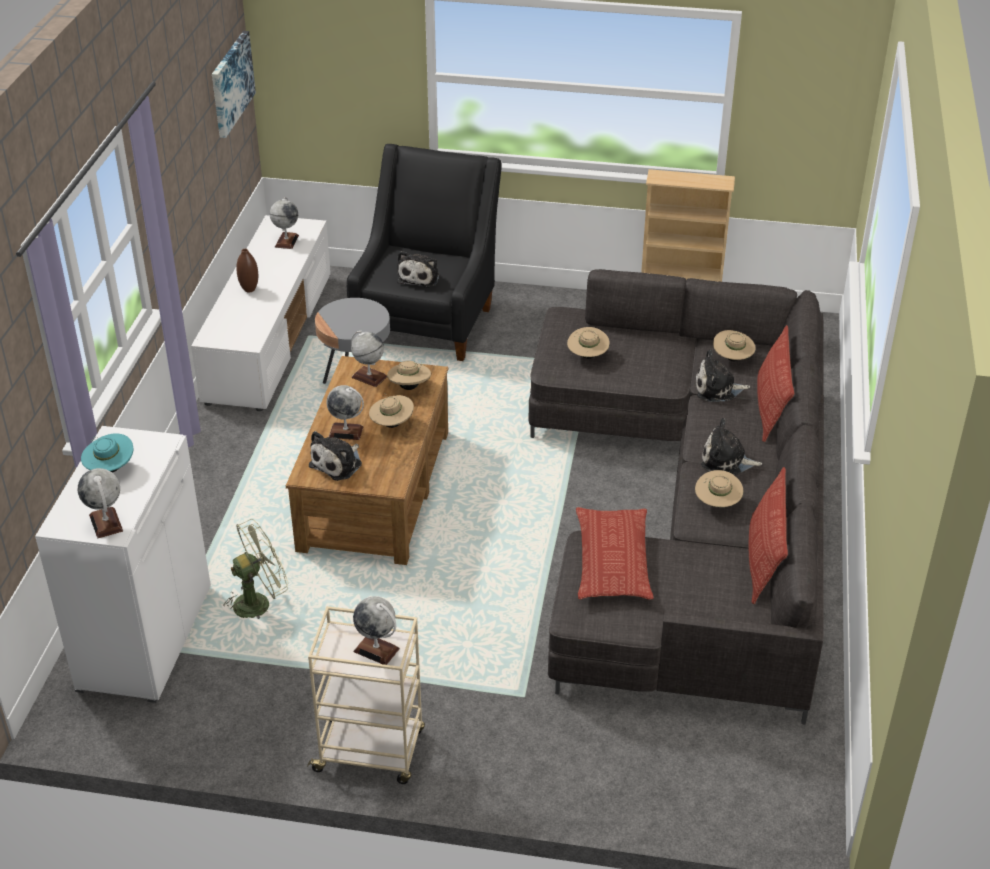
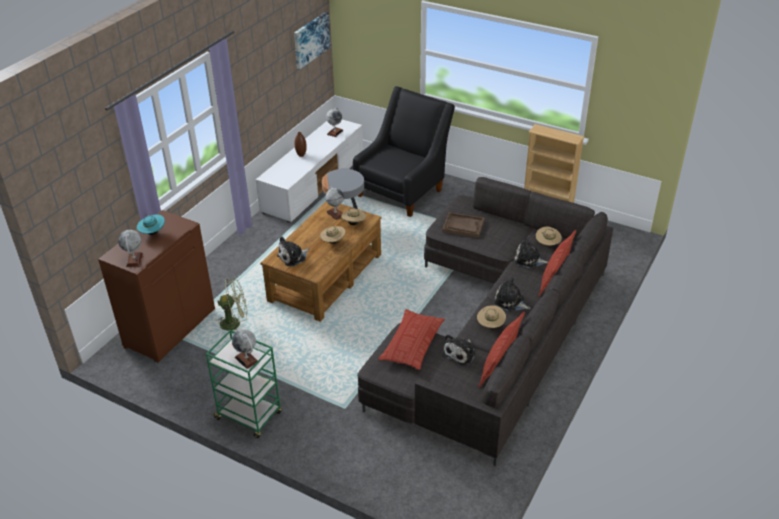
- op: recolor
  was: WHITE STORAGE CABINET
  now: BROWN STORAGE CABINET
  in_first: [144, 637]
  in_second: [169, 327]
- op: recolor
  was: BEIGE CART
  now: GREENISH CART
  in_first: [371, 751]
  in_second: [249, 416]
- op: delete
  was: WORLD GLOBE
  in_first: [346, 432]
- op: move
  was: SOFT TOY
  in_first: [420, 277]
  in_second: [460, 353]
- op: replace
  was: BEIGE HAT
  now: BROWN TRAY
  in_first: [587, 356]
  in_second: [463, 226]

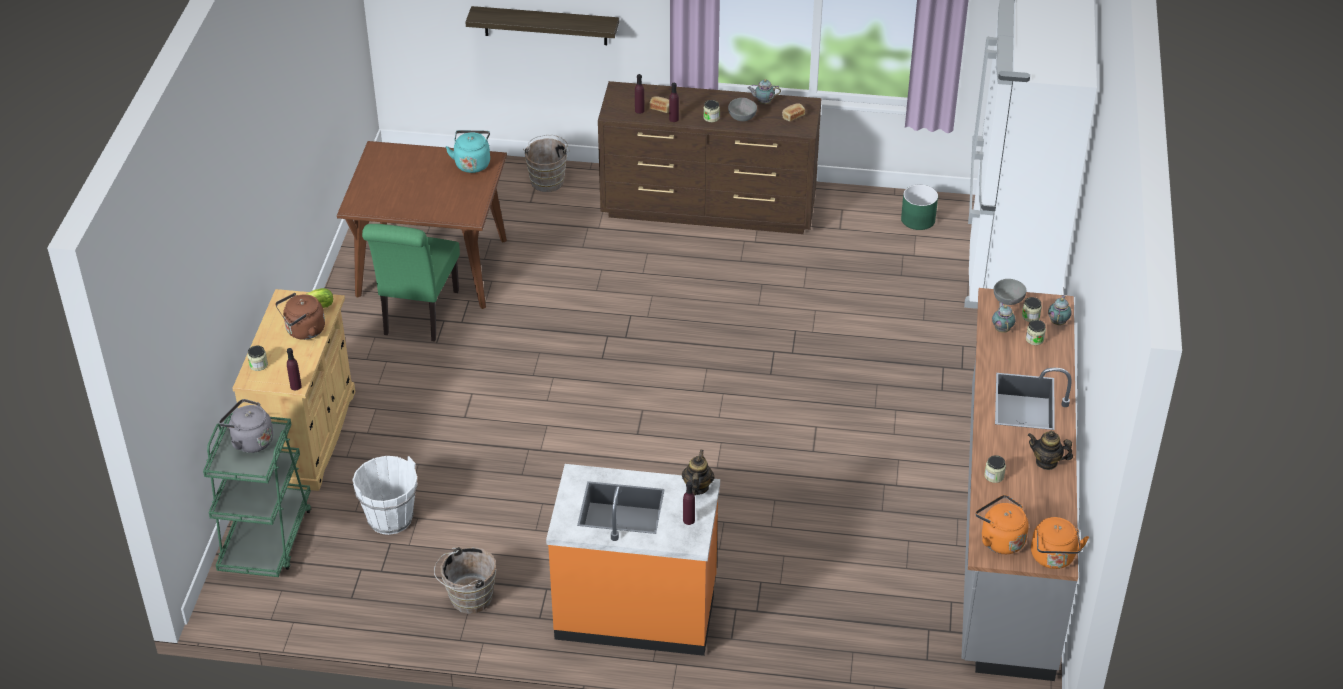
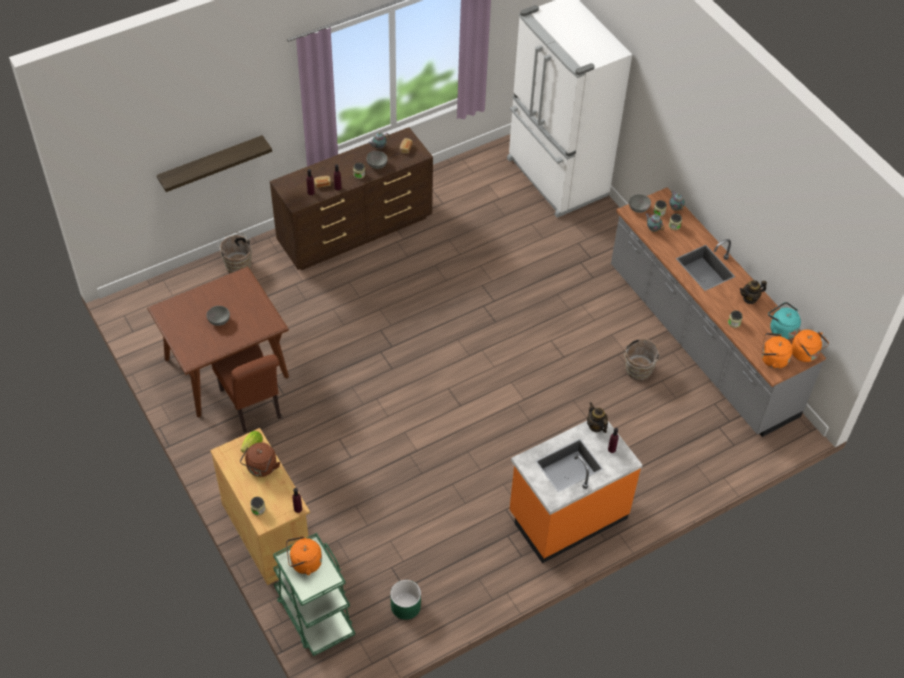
- op: recolor
  was: GREY TEA KETTLE
  now: ORANGE TEA KETTLE
  in_first: [250, 441]
  in_second: [304, 563]
- op: delete
  was: WHITE PAIL
  in_first: [390, 518]
- op: recolor
  was: GREENISH UPRIGHT CHAIR
  now: BROWN UPRIGHT CHAIR
  in_first: [418, 316]
  in_second: [252, 407]
- op: move
  was: BROWN PAIL
  in_first: [467, 599]
  in_second: [637, 371]
- op: move
  was: BLUE-GREEN TEA KETTLE
  in_first: [472, 163]
  in_second: [781, 329]
- op: move
  was: GREENISH PLANT POT
  in_first: [918, 220]
  in_second: [406, 606]
- op: insert
  now: GREY DEEP DISH
  in_second: [218, 320]

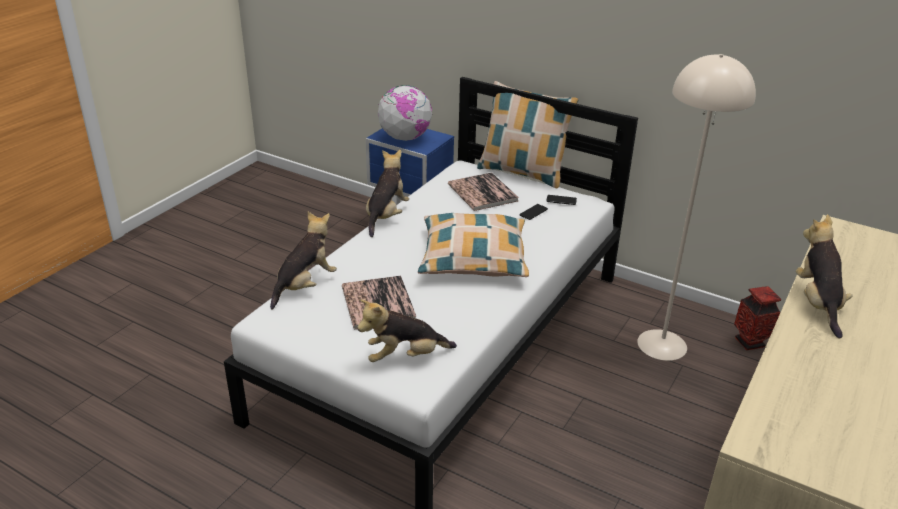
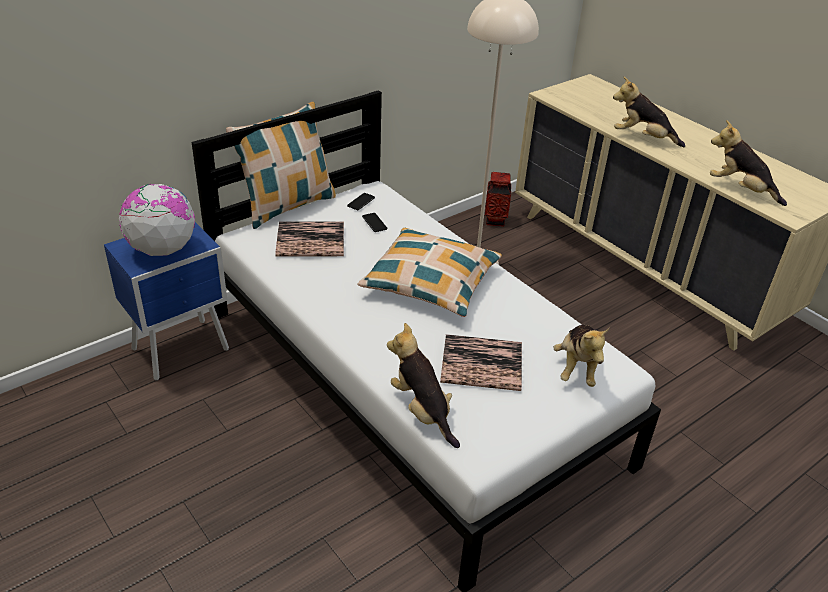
- op: move
  was: SOFT TOY
  in_first: [386, 216]
  in_second: [740, 190]

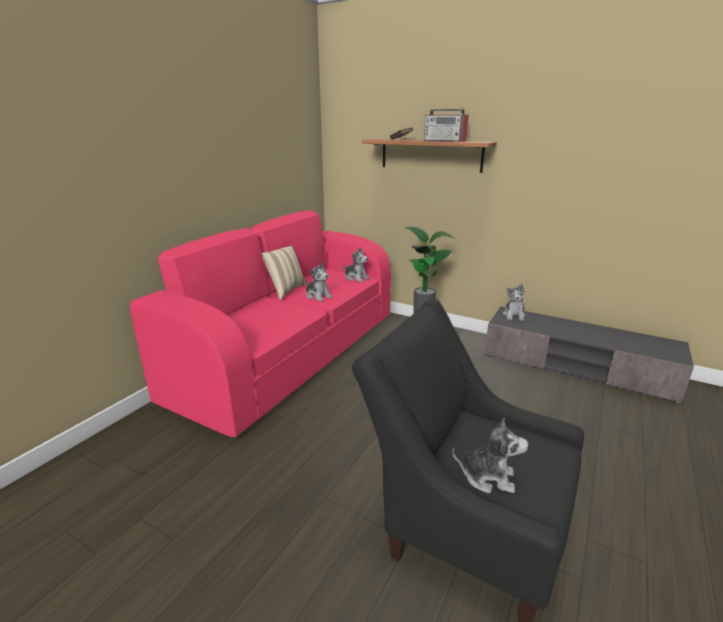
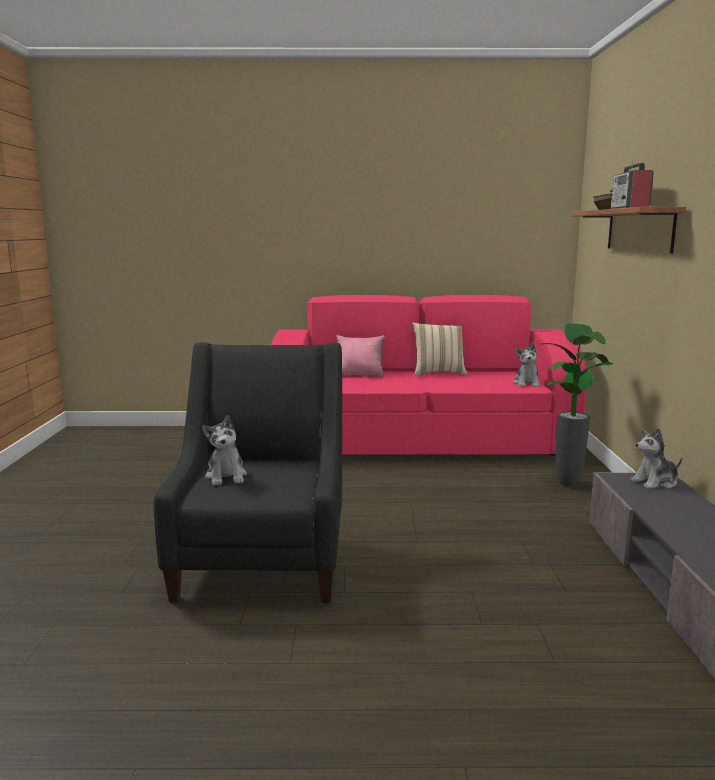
- op: delete
  was: SOFT TOY
  in_first: [318, 296]
- op: insert
  now: PINK THROW PILLOW
  in_second: [360, 375]

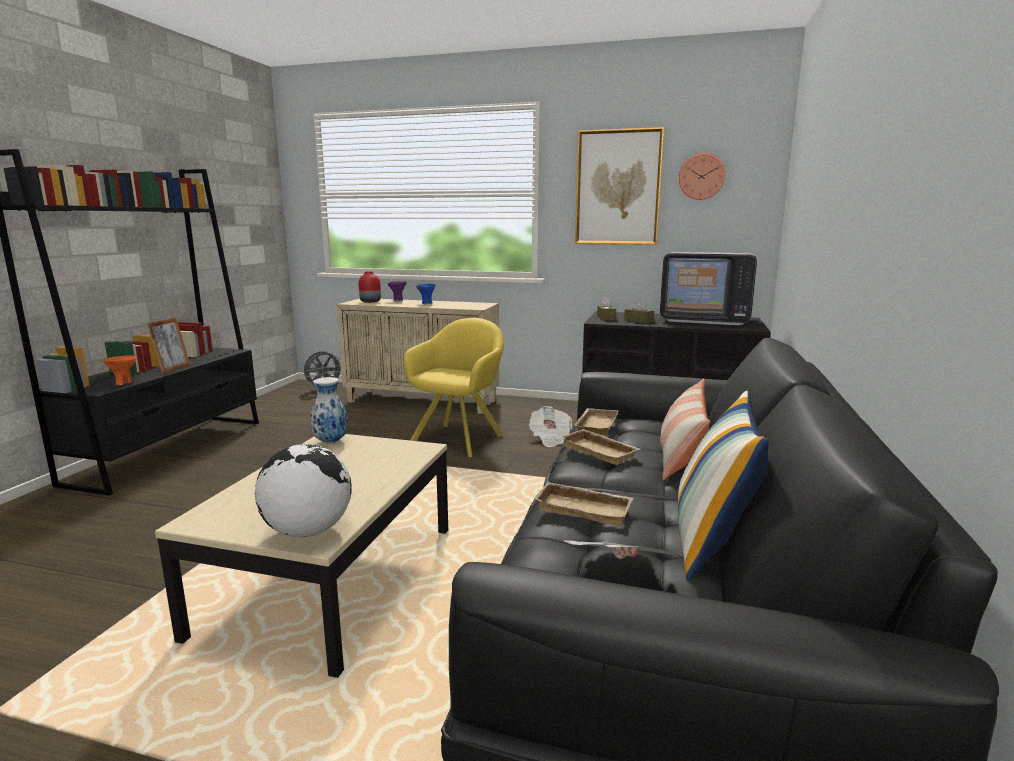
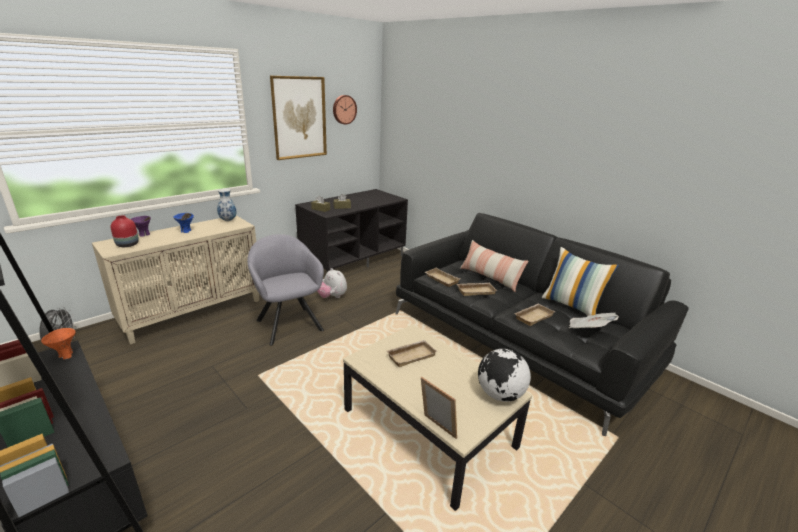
- op: move
  was: ORANGE DEEP DISH
  in_first: [123, 383]
  in_second: [66, 355]
- op: move
  was: PICTURE FRAME
  in_first: [172, 368]
  in_second: [436, 429]
- op: move
  was: DECORATIVE VASE
  in_first: [330, 442]
  in_second: [228, 220]
- op: recolor
  was: YELLOWISH LOUNGE CHAIR
  now: GREY LOUNGE CHAIR
  in_first: [460, 438]
  in_second: [288, 323]
- op: replace
  was: DAILY PAPER
  now: SOFT TOY
  in_first: [550, 438]
  in_second: [332, 297]
- op: delete
  was: TELEVISION
  in_first: [705, 320]
- op: insert
  now: BEIGE TRAY
  in_second: [411, 355]

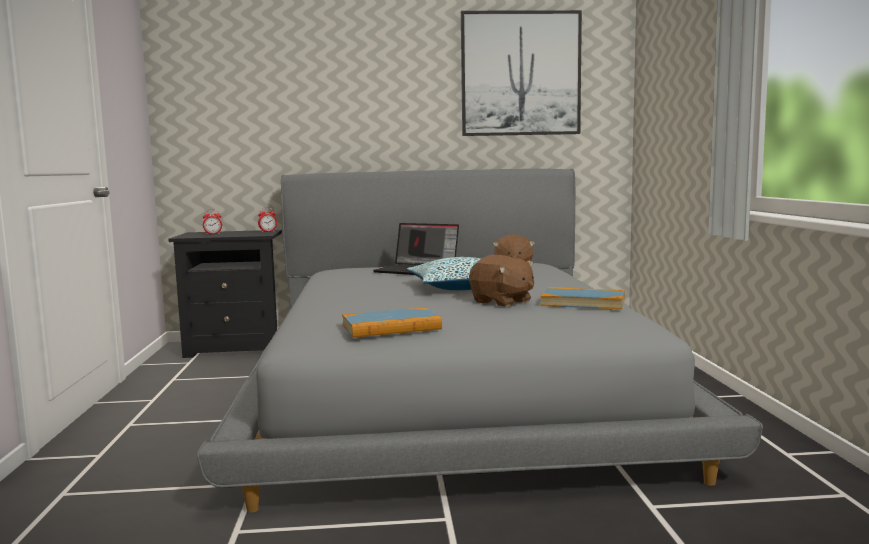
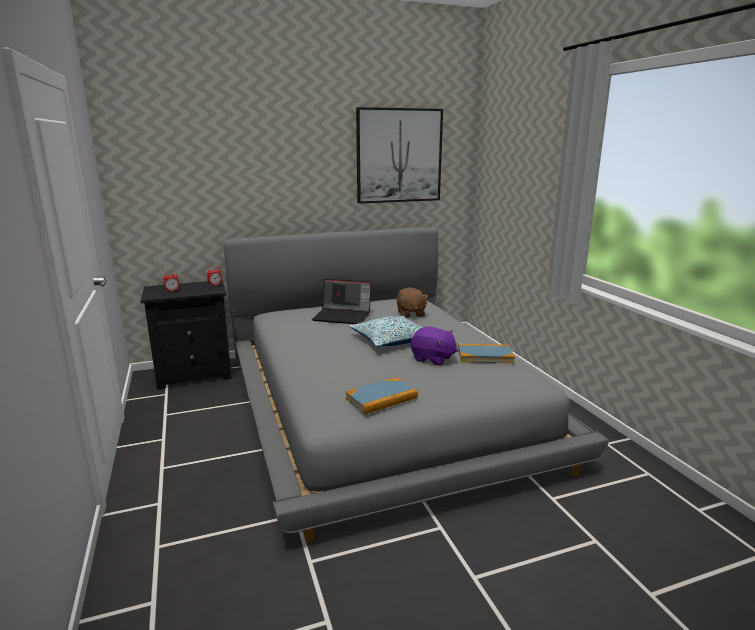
- op: recolor
  was: BROWN SOFT TOY
  now: PURPLE-COLOURED SOFT TOY
  in_first: [502, 302]
  in_second: [433, 359]

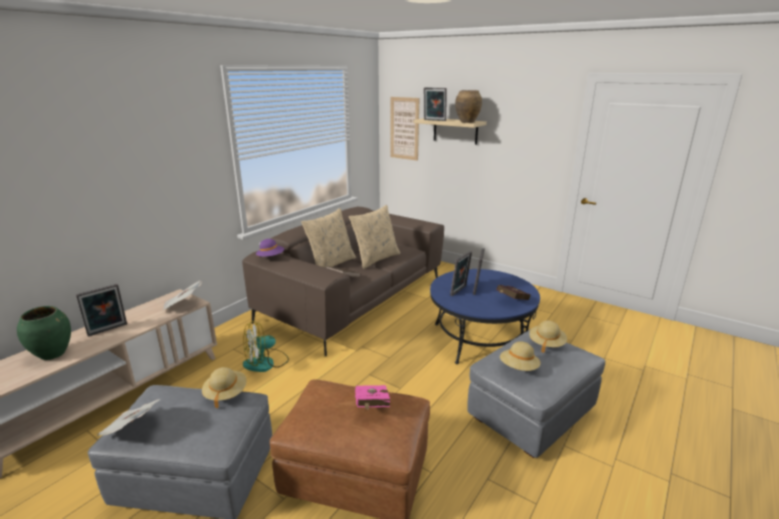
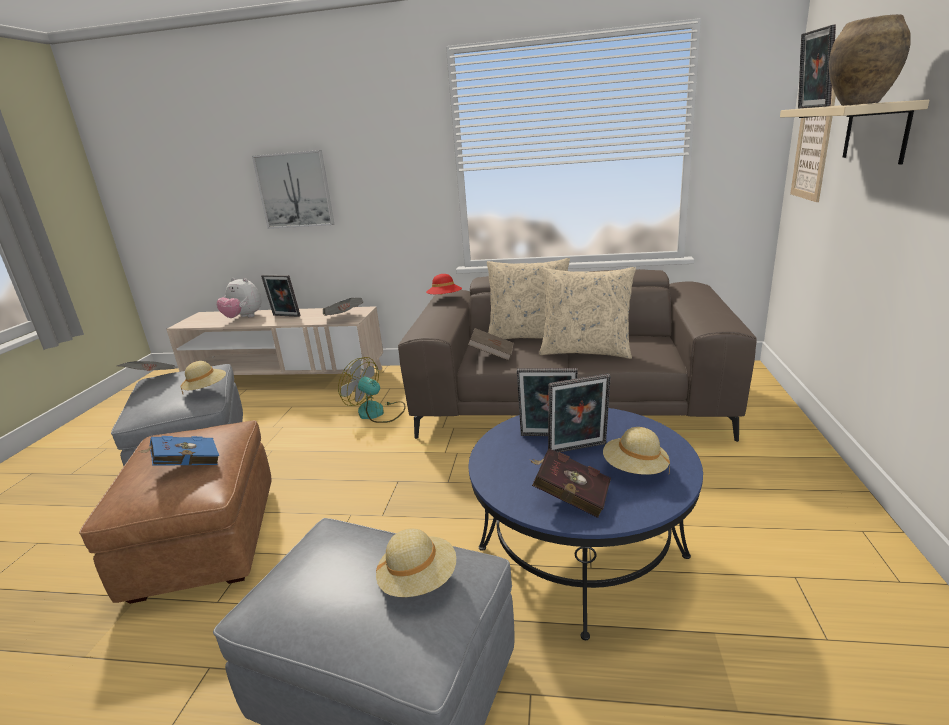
- op: replace
  was: GREENISH DECORATIVE VASE
  now: SOFT TOY
  in_first: [53, 354]
  in_second: [243, 318]
- op: recolor
  was: PURPLE-COLOURED HAT
  now: RED HAT
  in_first: [271, 257]
  in_second: [445, 299]
- op: recolor
  was: PINK VOLUME
  now: BLUISH VOLUME
  in_first: [371, 408]
  in_second: [185, 465]
- op: move
  was: BEIGE HAT
  in_first: [519, 368]
  in_second: [635, 469]
- op: insert
  now: WALL PICTURE
  in_second: [295, 190]

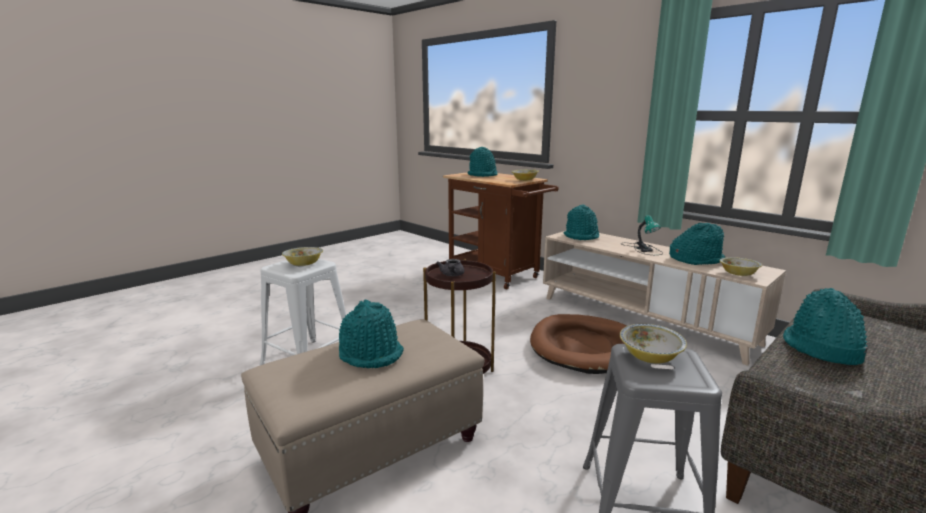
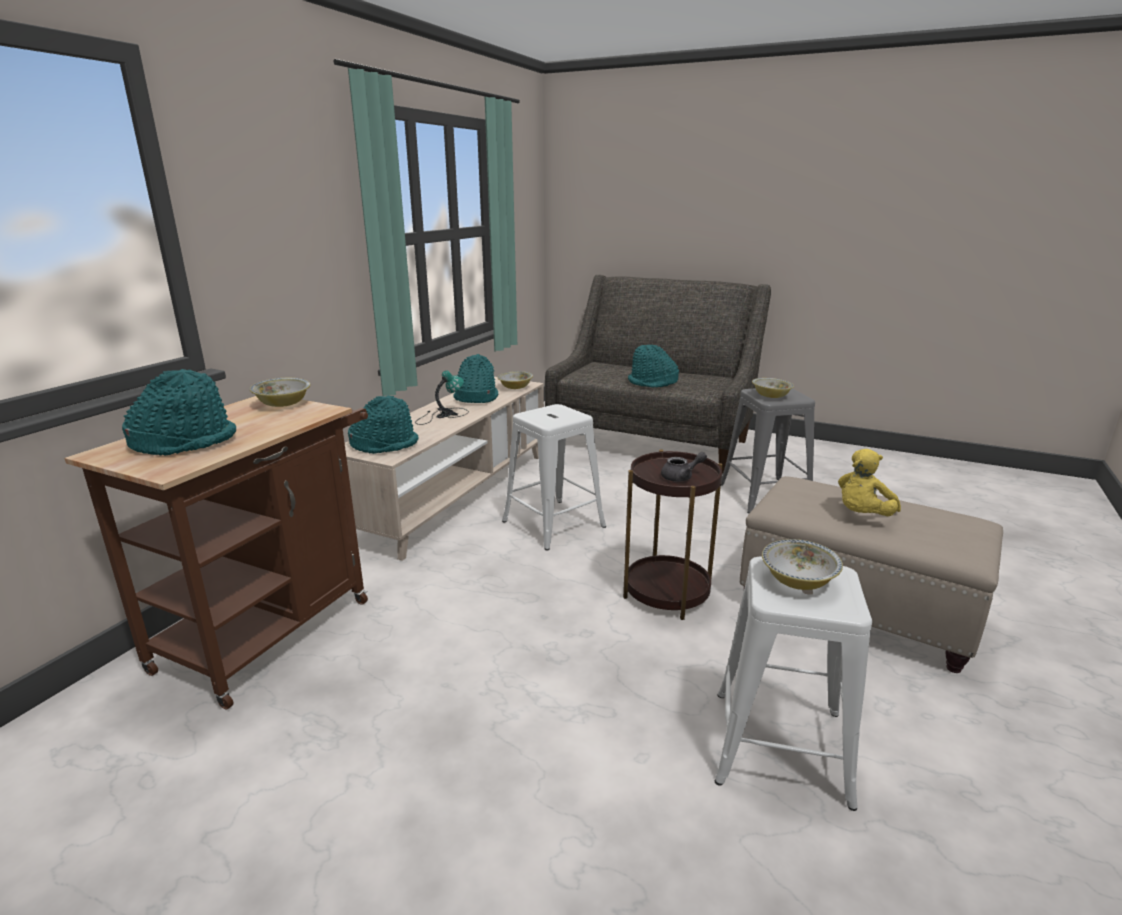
- op: replace
  was: BLUE-GREEN HAT
  now: YELLOWISH SOFT TOY
  in_first: [371, 353]
  in_second: [862, 516]
- op: replace
  was: BROWN PET BED
  now: WHITE SITTING STOOL
  in_first: [584, 347]
  in_second: [553, 523]

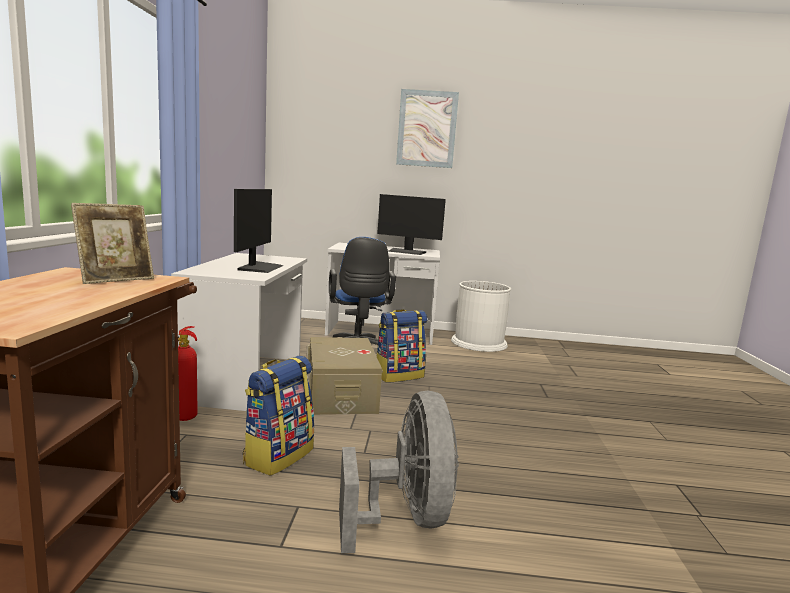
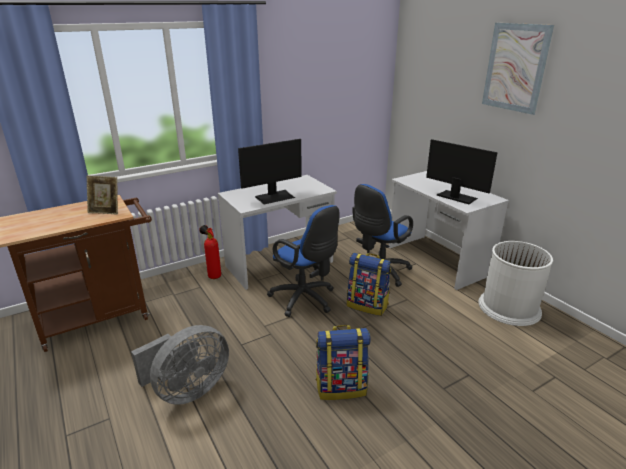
- op: move
  was: BACKPACK
  in_first: [278, 455]
  in_second: [341, 387]
- op: replace
  was: BEIGE STORAGE BOX
  now: BLUISH COMPUTER CHAIR
  in_first: [341, 393]
  in_second: [305, 300]
- op: rotate
  was: MONITOR
  in_first: [407, 252]
  in_second: [456, 197]
  clockwise: 150

